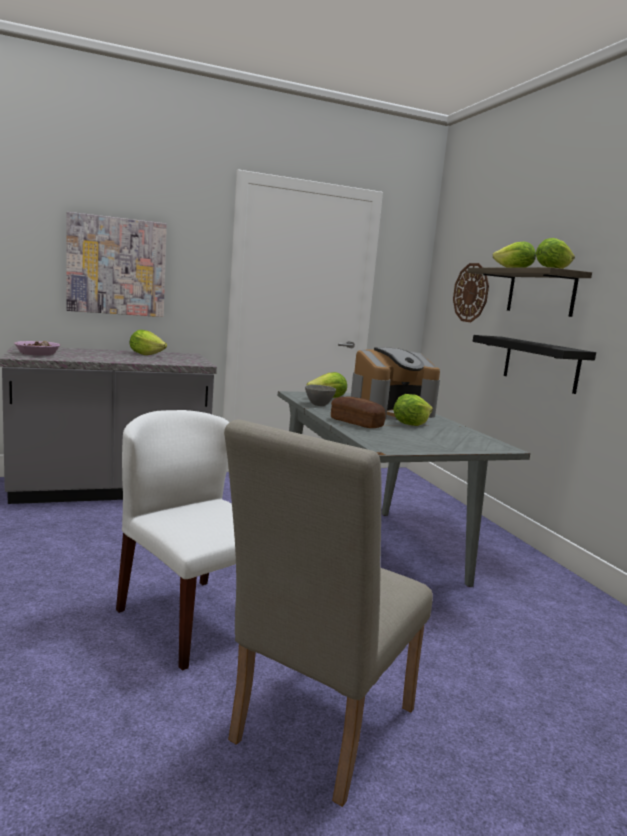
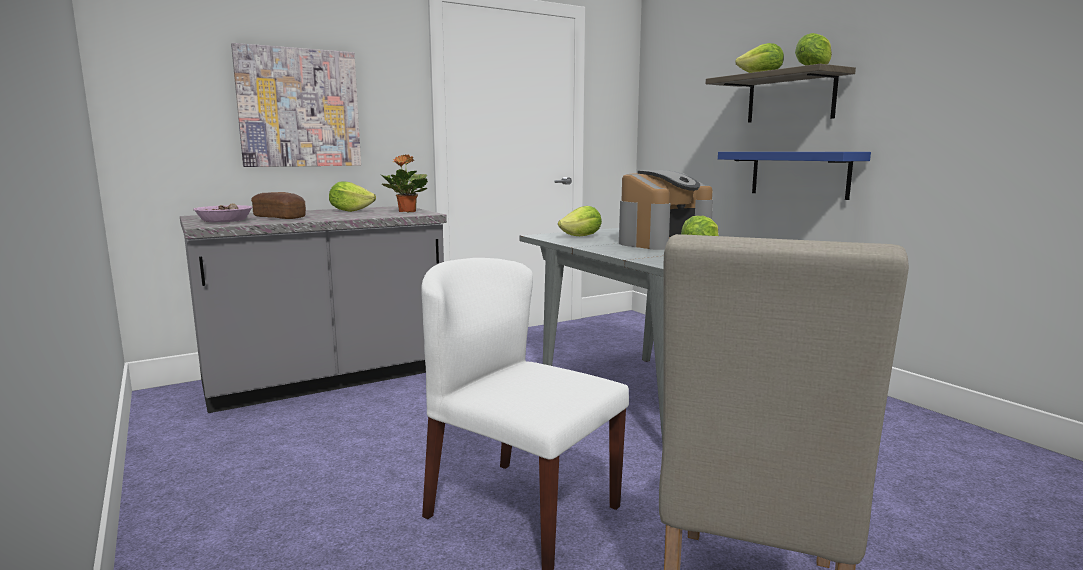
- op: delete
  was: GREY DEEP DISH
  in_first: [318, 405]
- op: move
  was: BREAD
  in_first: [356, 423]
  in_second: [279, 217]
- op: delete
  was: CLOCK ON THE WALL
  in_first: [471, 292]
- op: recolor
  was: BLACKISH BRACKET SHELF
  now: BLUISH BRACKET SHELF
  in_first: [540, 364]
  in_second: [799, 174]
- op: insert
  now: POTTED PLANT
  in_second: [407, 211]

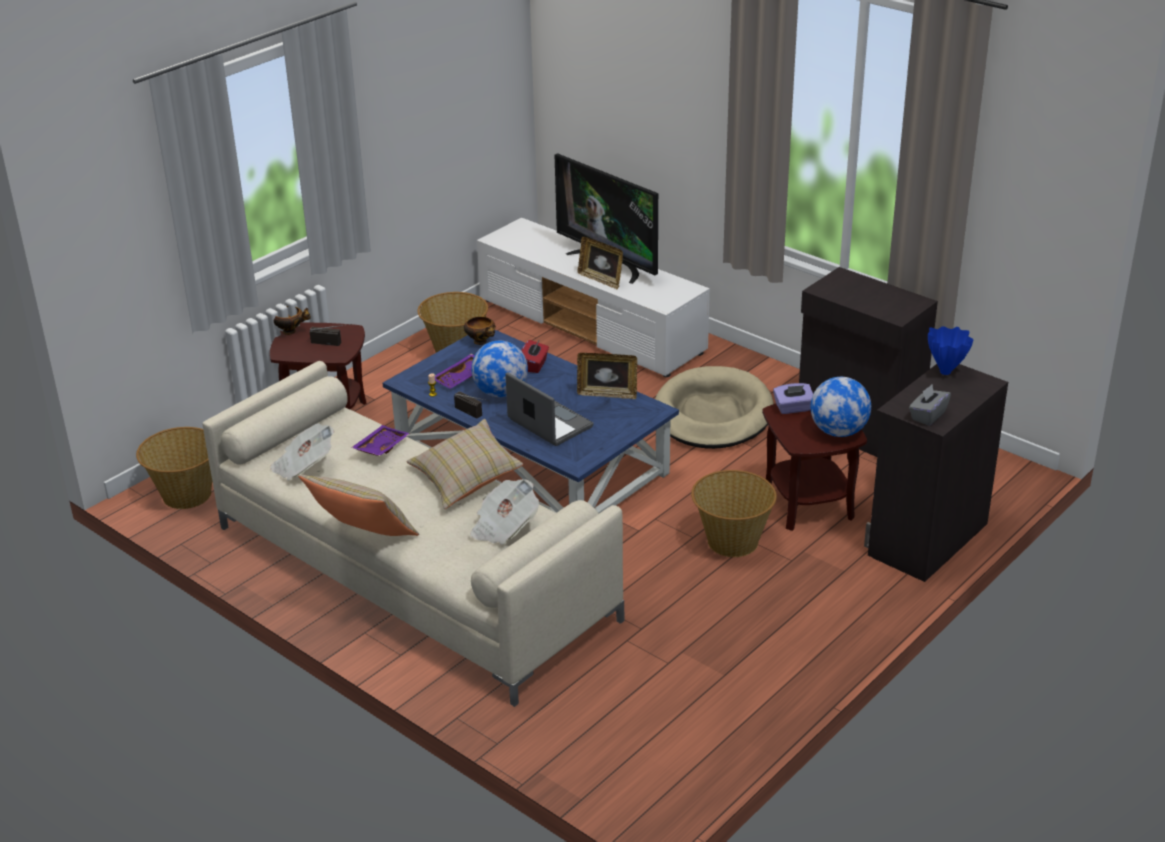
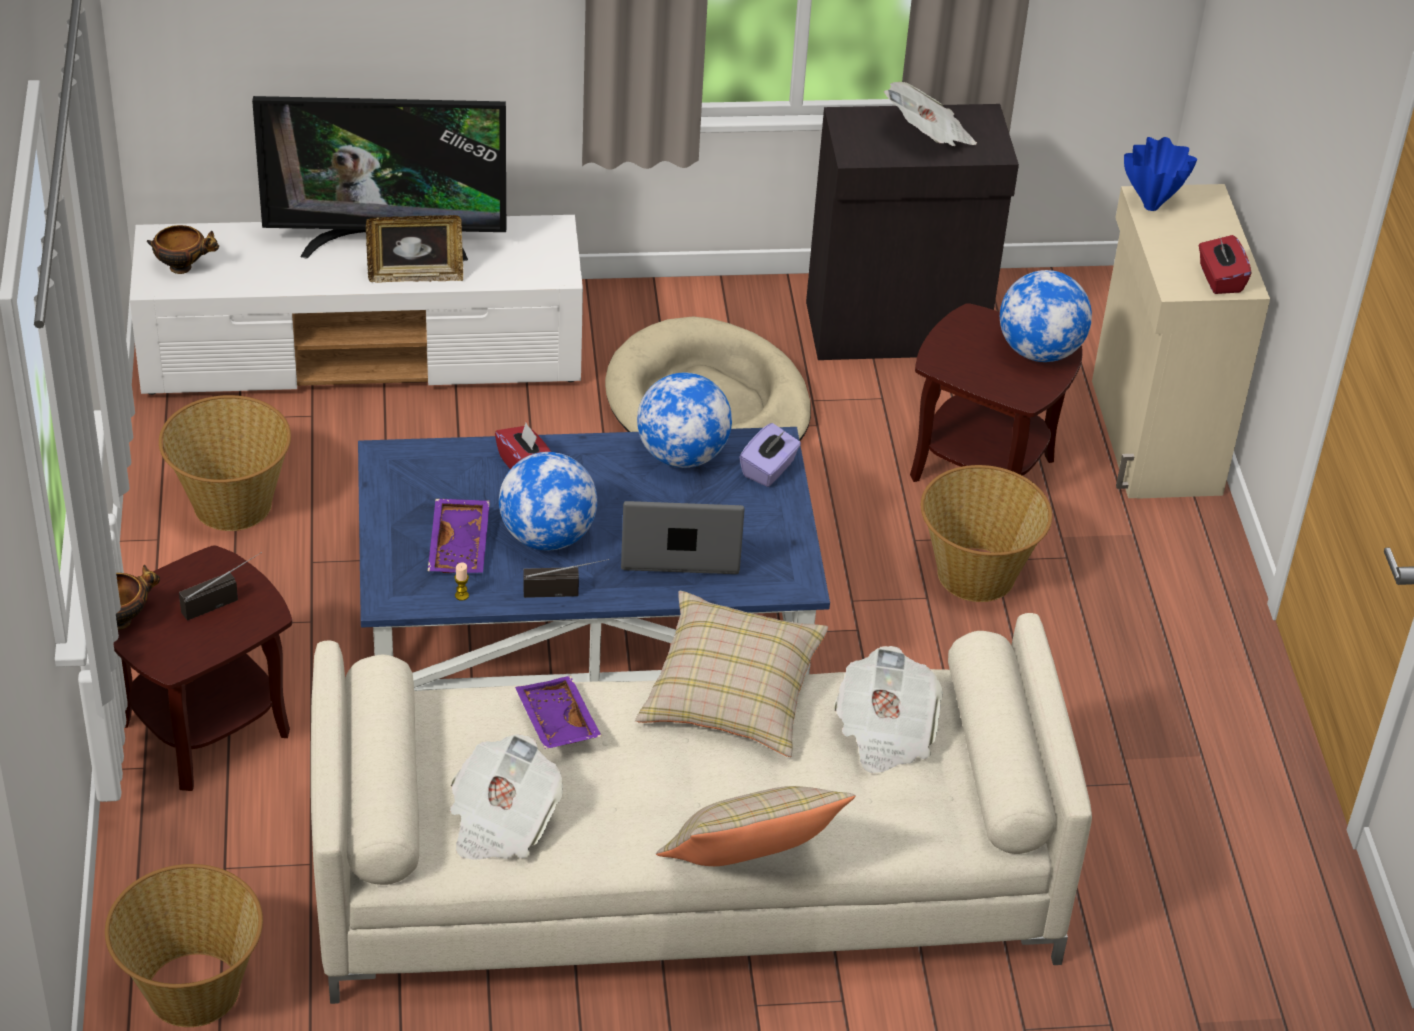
- op: move
  was: DEEP DISH
  in_first: [481, 342]
  in_second: [183, 267]
- op: replace
  was: PICTURE FRAME
  now: WORLD GLOBE
  in_first: [607, 394]
  in_second: [682, 455]
- op: move
  was: PURPLE-COLOURED BOX OF TISSUES
  in_first: [793, 408]
  in_second: [769, 469]
- op: recolor
  was: BLACKISH STORAGE CABINET
  now: BEIGE STORAGE CABINET
  in_first: [925, 539]
  in_second: [1153, 438]
- op: recolor
  was: GREY BOX OF TISSUES
  now: RED BOX OF TISSUES
  in_first: [928, 416]
  in_second: [1219, 279]
- op: insert
  now: DAILY PAPER
  in_second: [928, 137]

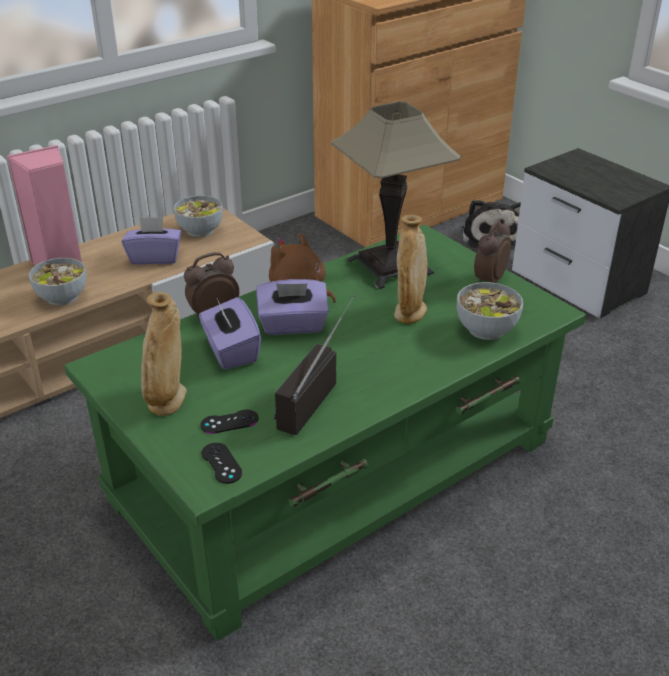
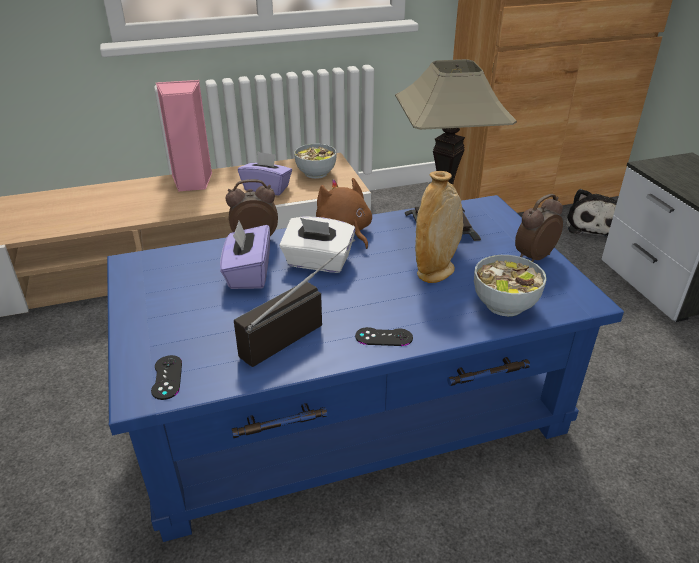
- op: delete
  was: DEEP DISH
  in_first: [62, 297]
- op: recolor
  was: GREENISH LOUNGE TABLE
  now: BLUISH LOUNGE TABLE
  in_first: [333, 471]
  in_second: [348, 407]
- op: delete
  was: BEIGE DECORATIVE VASE
  in_first: [167, 400]
- op: move
  was: BLACKISH GAME CONTROLLER
  in_first: [229, 422]
  in_second: [384, 337]
- op: recolor
  was: PURPLE-COLOURED BOX OF TISSUES
  now: WHITE BOX OF TISSUES
  in_first: [293, 325]
  in_second: [318, 262]

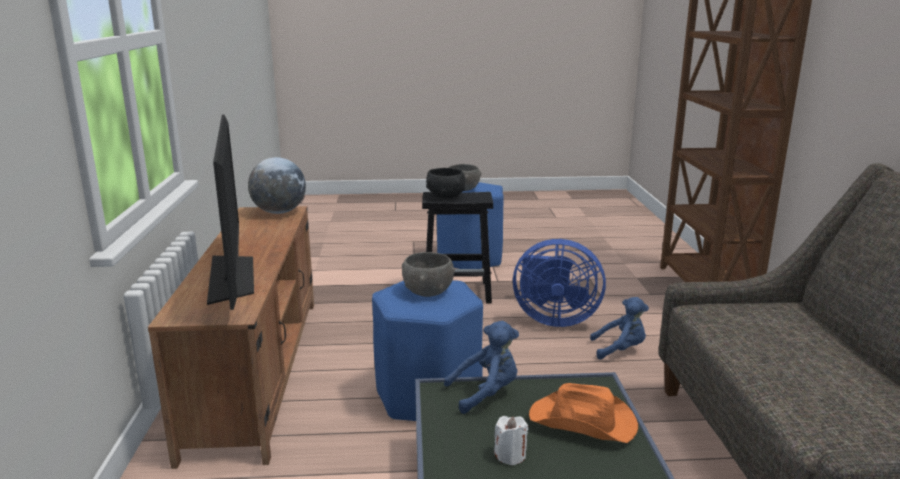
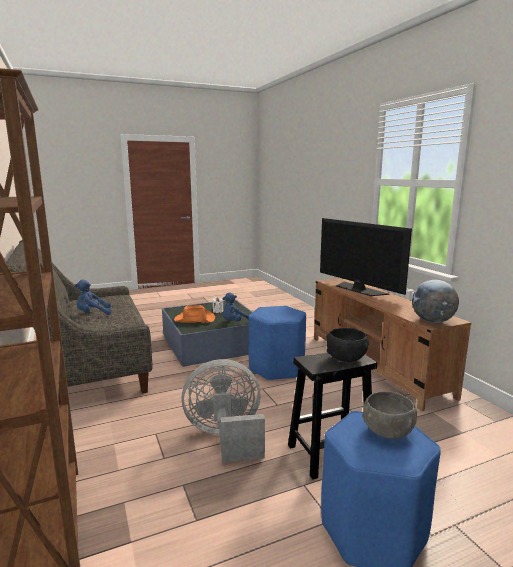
- op: delete
  was: GREY DEEP DISH
  in_first: [428, 291]
- op: recolor
  was: BLUISH COOLING FAN
  now: GREY COOLING FAN
  in_first: [553, 319]
  in_second: [226, 437]
- op: move
  was: BLUISH SOFT TOY
  in_first: [620, 350]
  in_second: [93, 314]

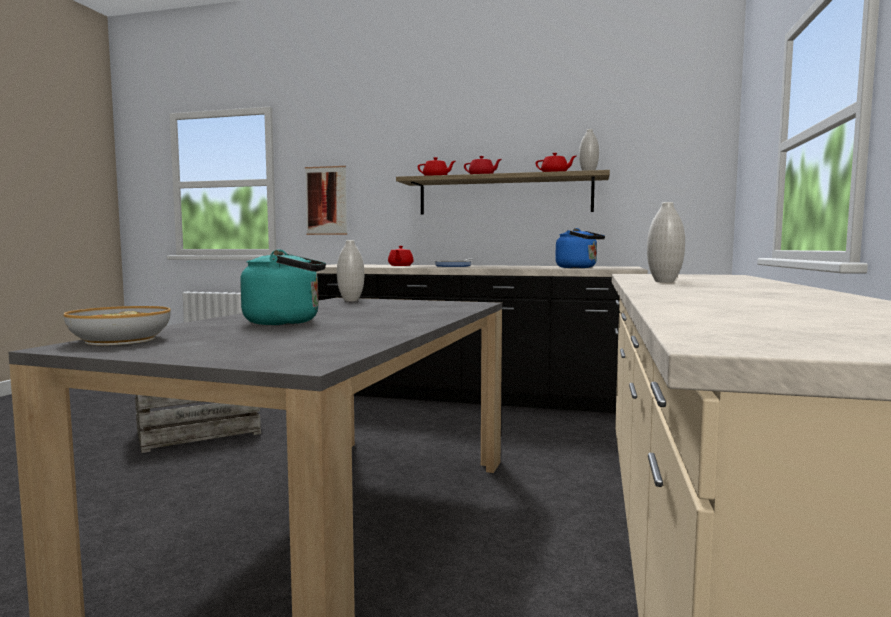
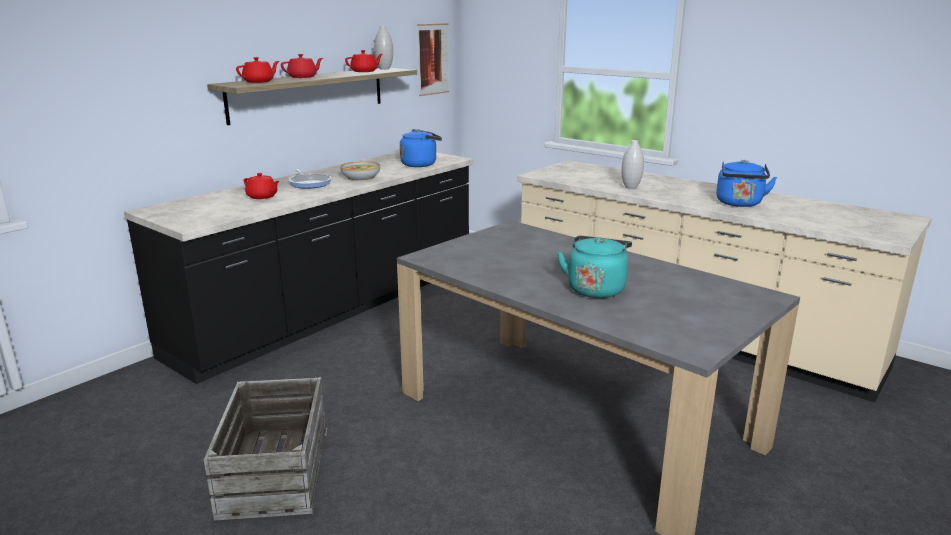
- op: move
  was: DEEP DISH
  in_first: [121, 340]
  in_second: [360, 177]
- op: move
  was: WALL PICTURE
  in_first: [326, 200]
  in_second: [433, 59]
- op: delete
  was: WHITE DECORATIVE VASE
  in_first: [351, 300]
- op: insert
  now: BLUISH TEA KETTLE
  in_second: [739, 204]

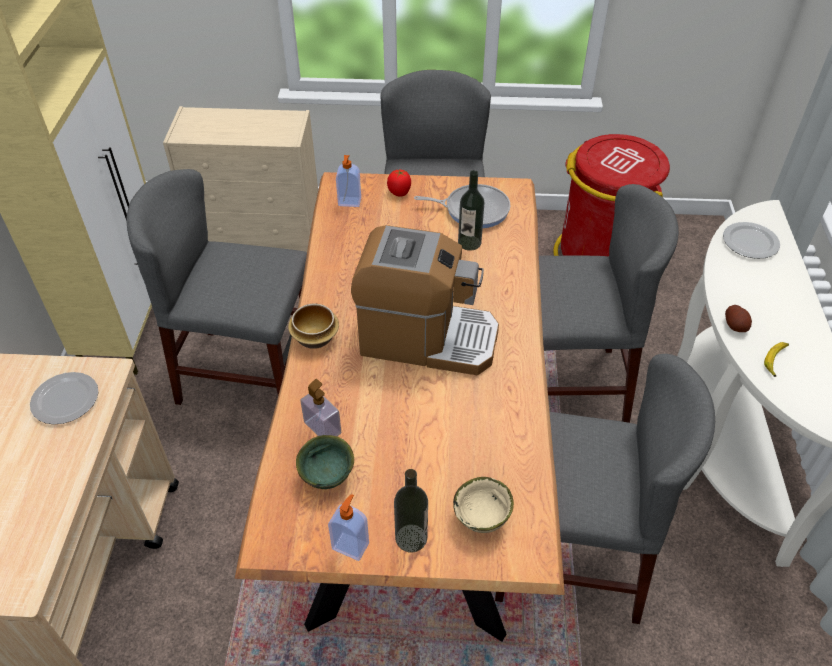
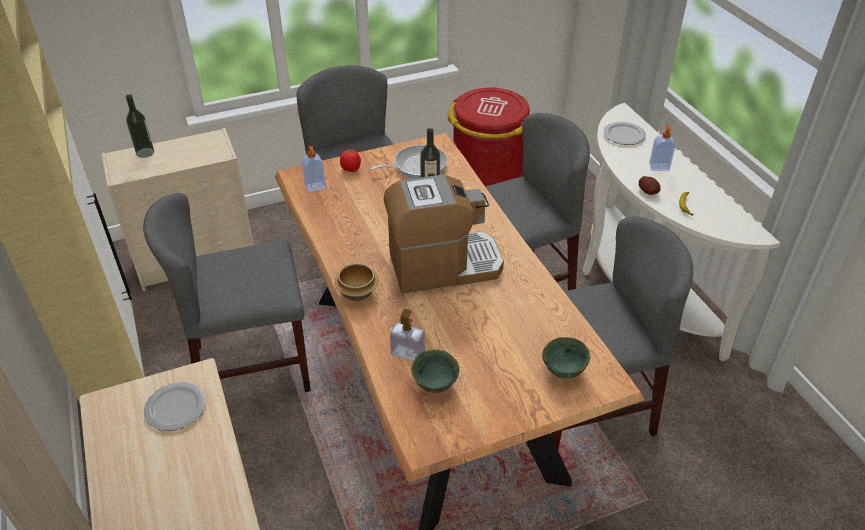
- op: move
  was: SOAP BOTTLE
  in_first: [351, 545]
  in_second: [659, 166]
- op: move
  was: DRINK BOTTLE
  in_first: [411, 538]
  in_second: [145, 152]
- op: recolor
  was: BEIGE DEEP DISH
  now: GREENISH DEEP DISH
  in_first: [482, 520]
  in_second: [564, 371]

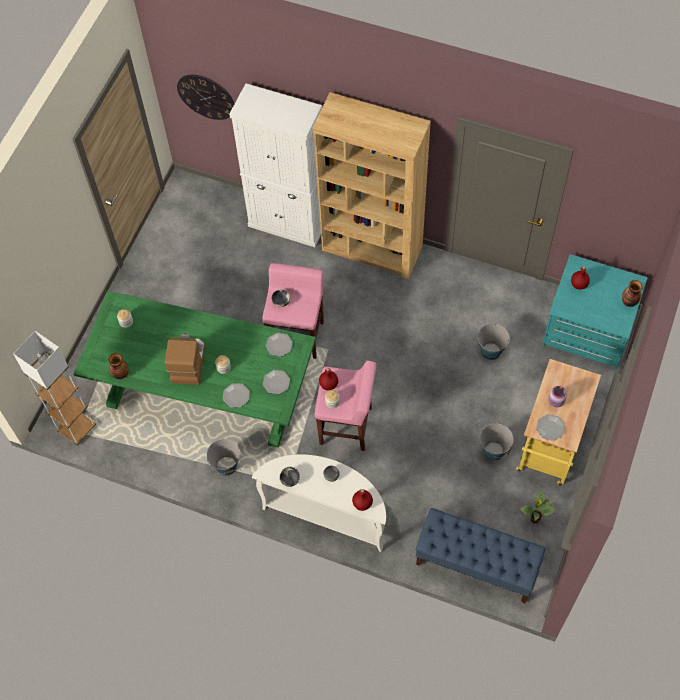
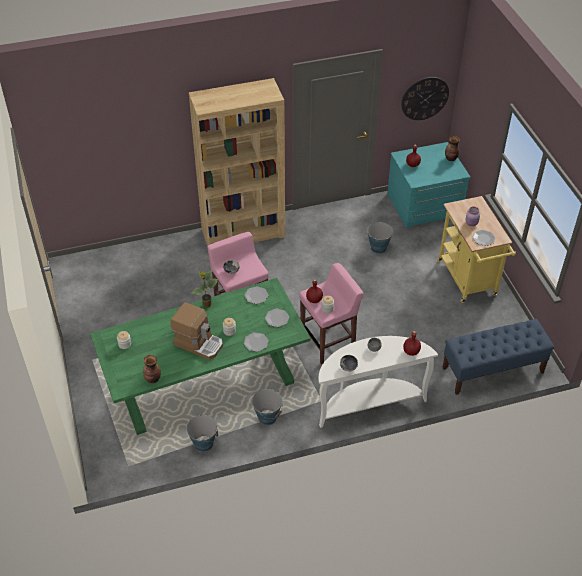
- op: delete
  was: WHITE STANDARD LAMP
  in_first: [77, 428]
- op: rotate
  was: COFFEE MACHINE
  in_first: [187, 363]
  in_second: [199, 343]
  clockwise: 150
- op: move
  was: CLOCK ON THE WALL
  in_first: [206, 96]
  in_second: [424, 98]
- op: delete
  was: WHITE STORAGE CABINET
  in_first: [288, 223]
- op: move
  was: PAIL
  in_first: [494, 450]
  in_second: [203, 443]
- op: move
  was: POTTED PLANT
  in_first: [534, 520]
  in_second: [207, 305]

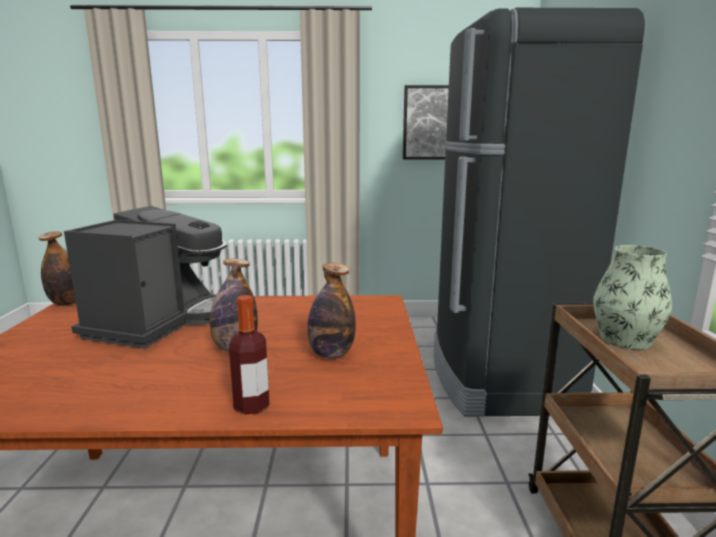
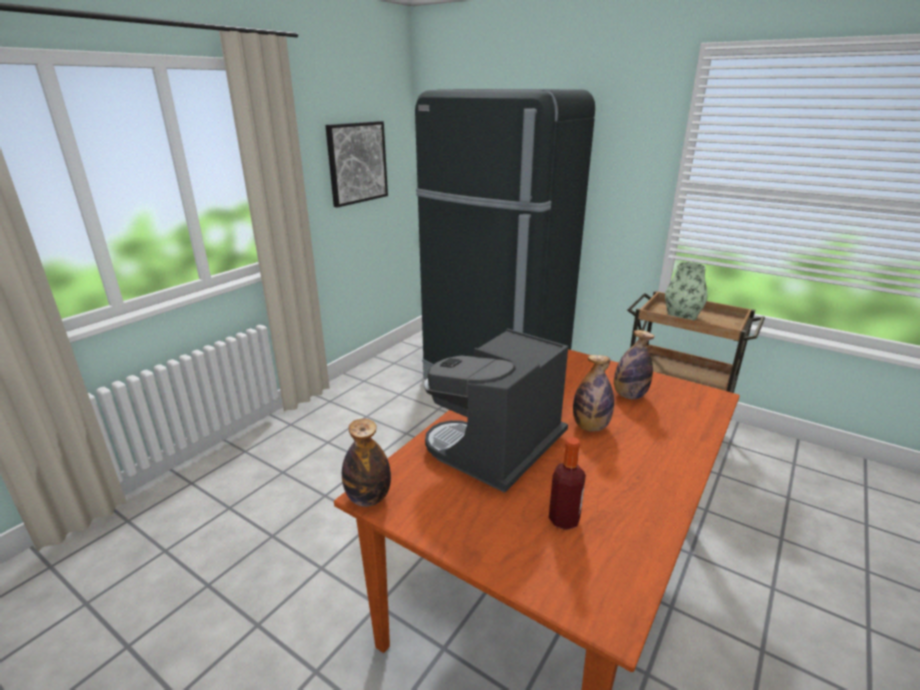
- op: rotate
  was: COFFEE MACHINE
  in_first: [160, 322]
  in_second: [497, 449]
  clockwise: -105
- op: move
  was: DRINK BOTTLE
  in_first: [252, 406]
  in_second: [564, 520]

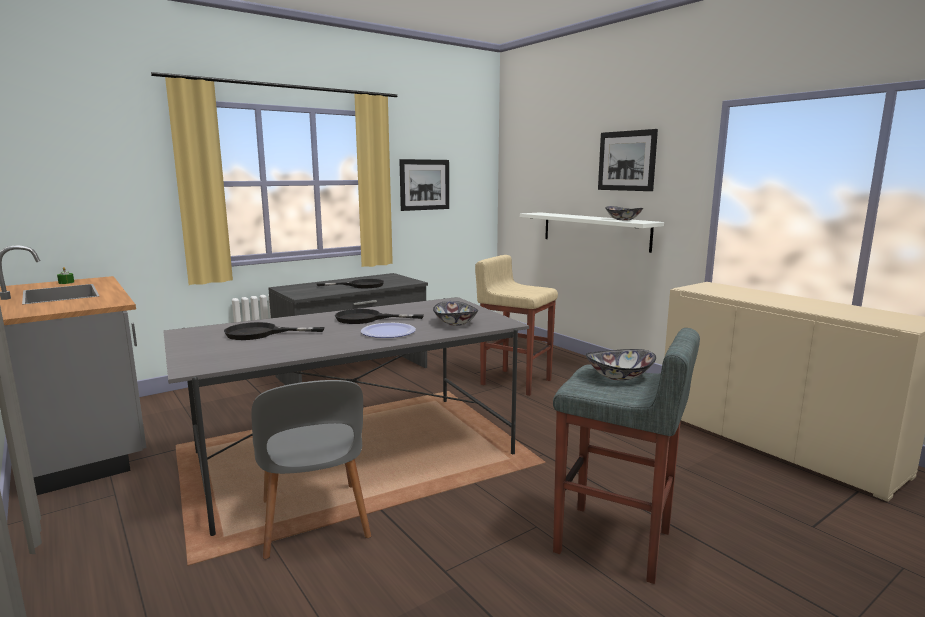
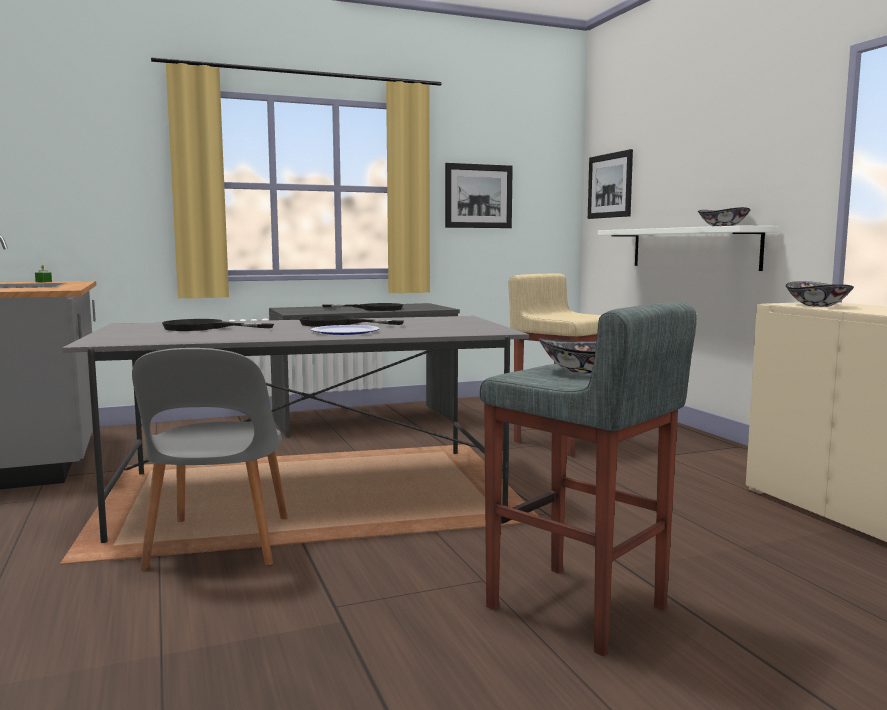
- op: move
  was: DEEP DISH
  in_first: [456, 323]
  in_second: [818, 305]
- op: move
  was: WALL PICTURE
  in_first: [626, 161]
  in_second: [610, 185]

